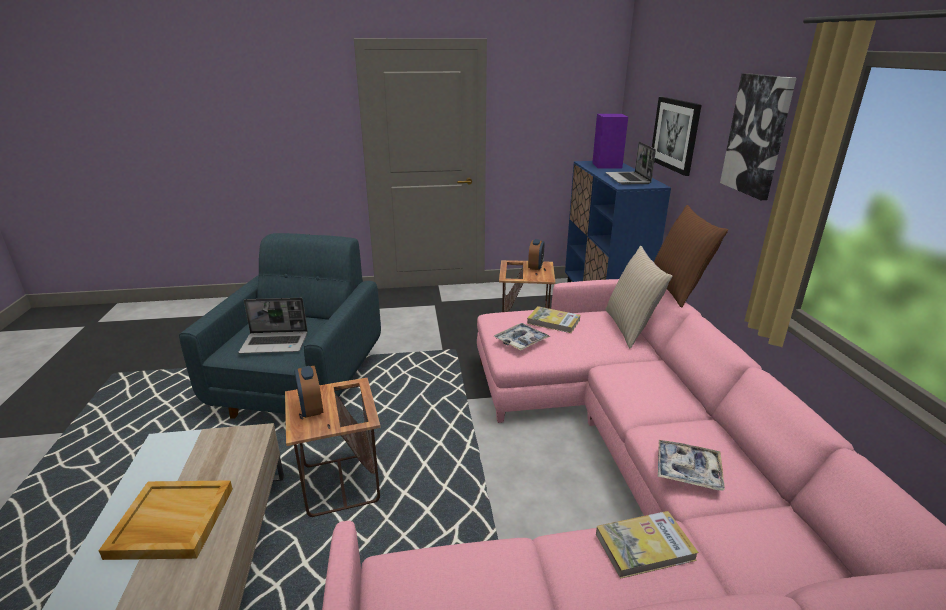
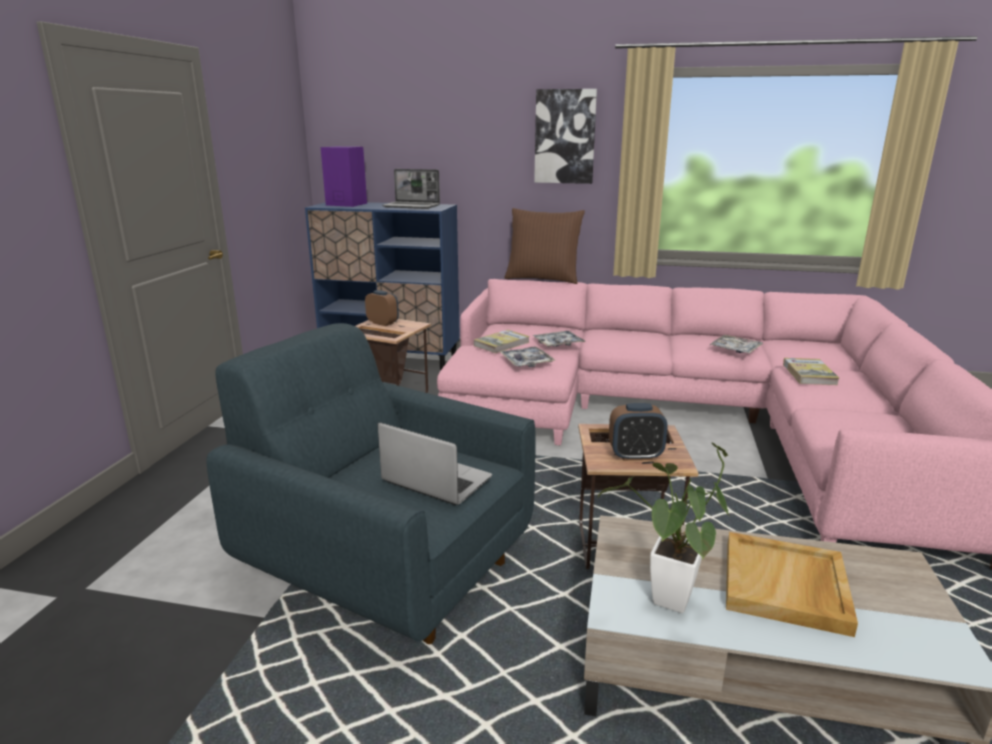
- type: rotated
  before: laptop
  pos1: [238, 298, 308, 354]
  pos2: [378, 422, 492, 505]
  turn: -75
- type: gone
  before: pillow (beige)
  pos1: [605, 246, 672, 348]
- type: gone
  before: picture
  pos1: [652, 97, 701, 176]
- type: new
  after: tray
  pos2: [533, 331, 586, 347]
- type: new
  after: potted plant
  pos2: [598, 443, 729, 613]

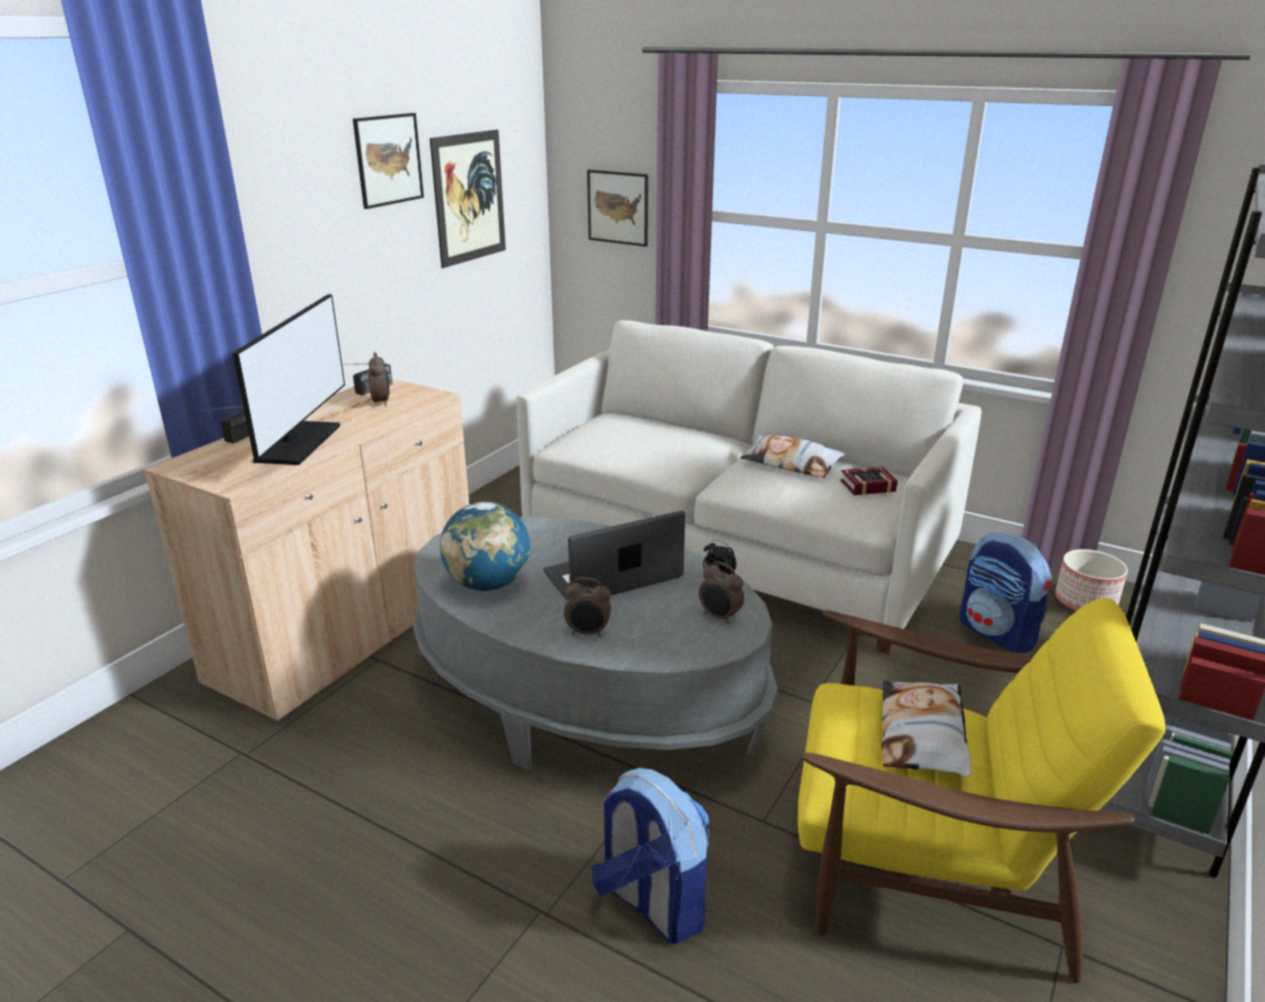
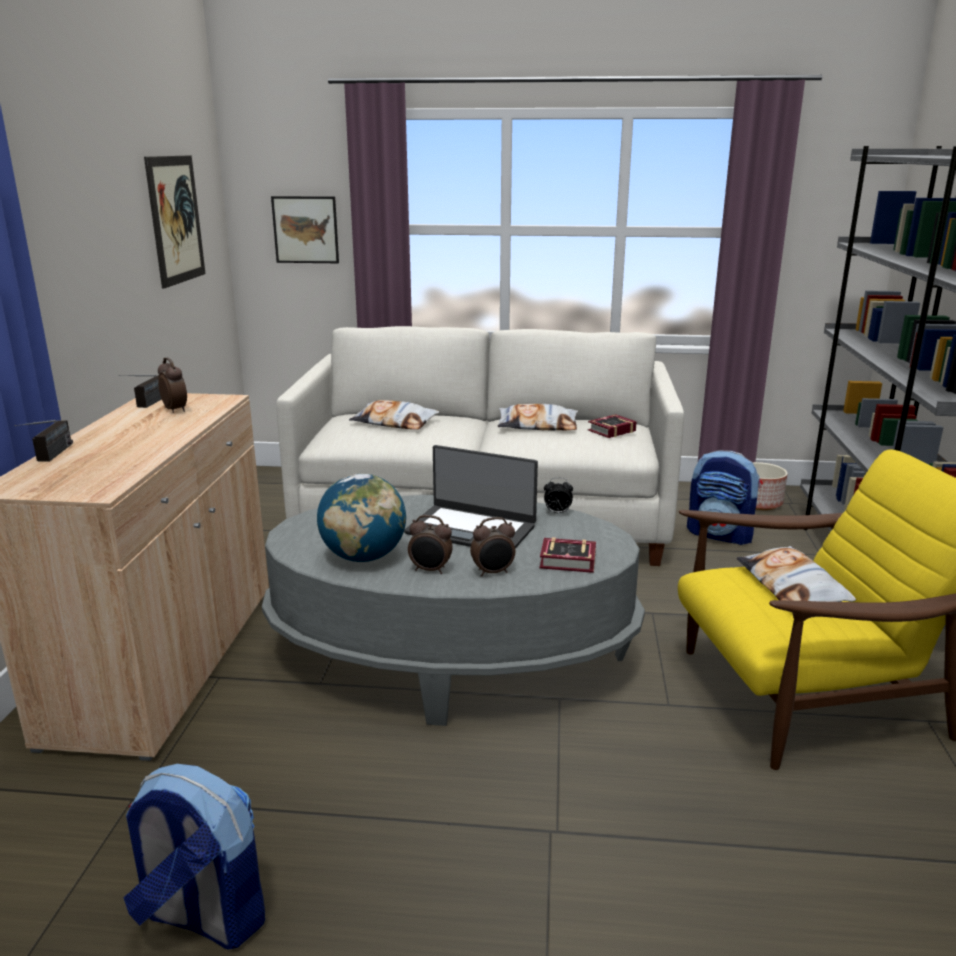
- type: gone
  before: monitor
  pos1: [233, 294, 345, 465]
- type: gone
  before: picture
  pos1: [353, 113, 424, 209]
- type: rotated
  before: laptop
  pos1: [543, 510, 685, 601]
  pos2: [404, 445, 538, 548]
  turn: -105
- type: shifted
  before: backpack
  pos1: [591, 768, 709, 944]
  pos2: [124, 764, 265, 949]
- type: shifted
  before: alarm clock
  pos1: [699, 561, 744, 624]
  pos2: [408, 515, 453, 574]
- type: new
  after: pillow
  pos2: [349, 400, 440, 430]
- type: new
  after: book
  pos2: [540, 537, 596, 573]

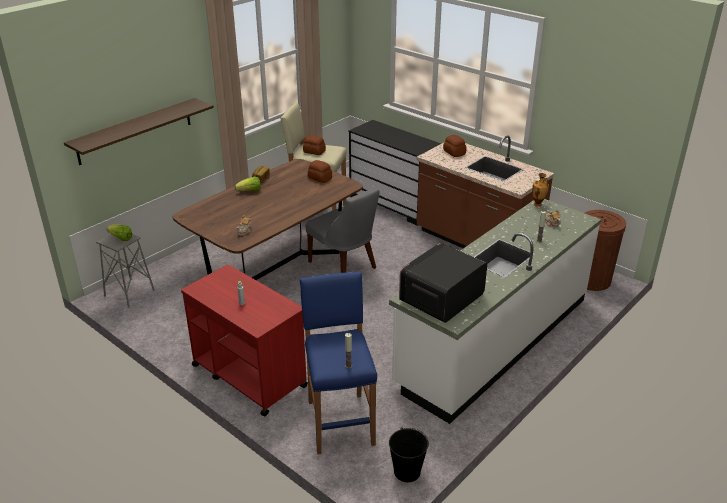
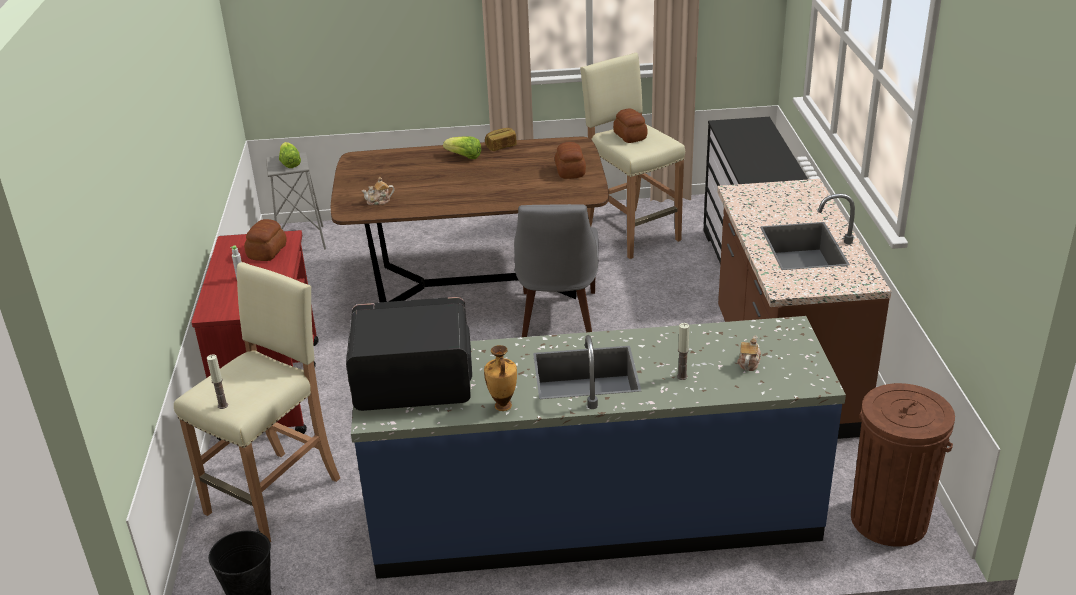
- type: gone
  before: shelf
  pos1: [64, 98, 214, 165]
- type: repainted
  before: stool (blue)
  after: stool (beige)
  pos1: [300, 271, 377, 454]
  pos2: [174, 262, 340, 542]
- type: repainted
  before: counter (white)
  after: counter (blue)
  pos1: [389, 199, 601, 424]
  pos2: [351, 316, 846, 579]
- type: shifted
  before: bread
  pos1: [443, 135, 466, 157]
  pos2: [244, 219, 287, 261]
- type: shifted
  before: vase
  pos1: [532, 173, 549, 207]
  pos2: [484, 345, 517, 411]

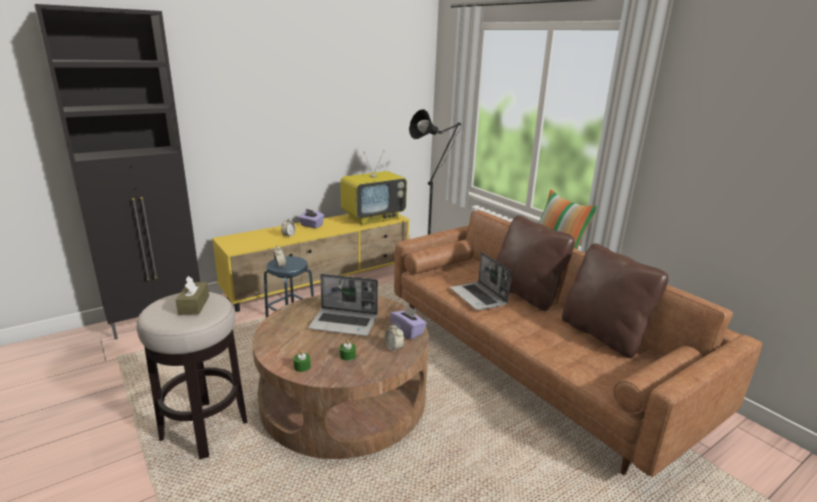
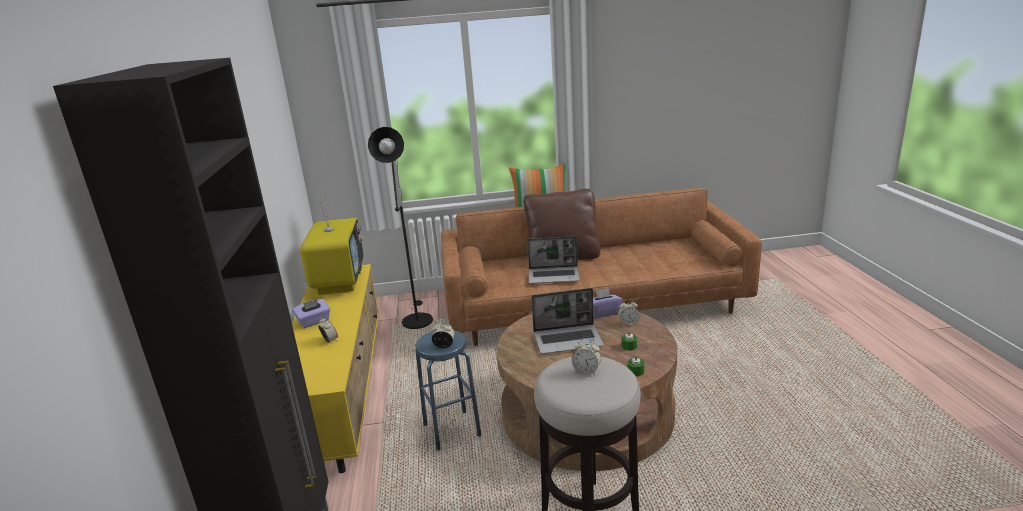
- type: swapped
  before: tissue box (brown)
  after: alarm clock
  pos1: [176, 276, 209, 315]
  pos2: [572, 338, 601, 375]
- type: rotated
  before: laptop
  pos1: [308, 274, 378, 336]
  pos2: [531, 288, 604, 354]
  turn: 45
- type: gone
  before: pillow (brown)
  pos1: [562, 243, 669, 358]

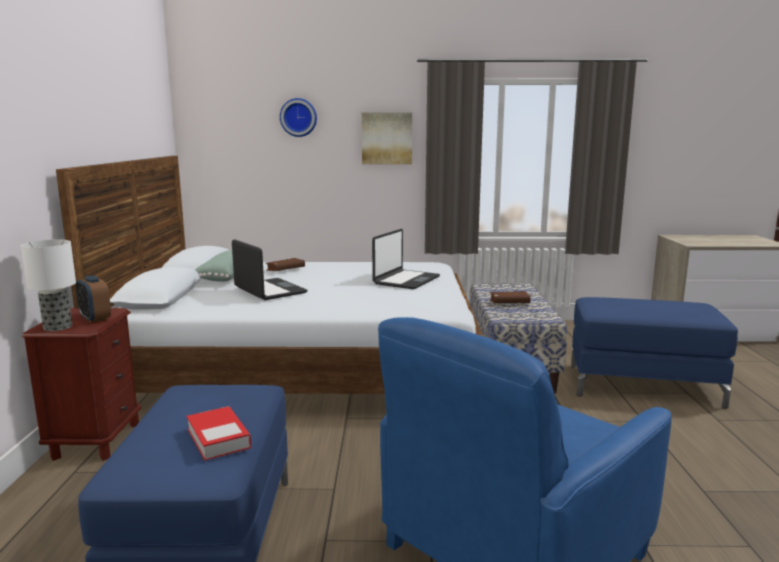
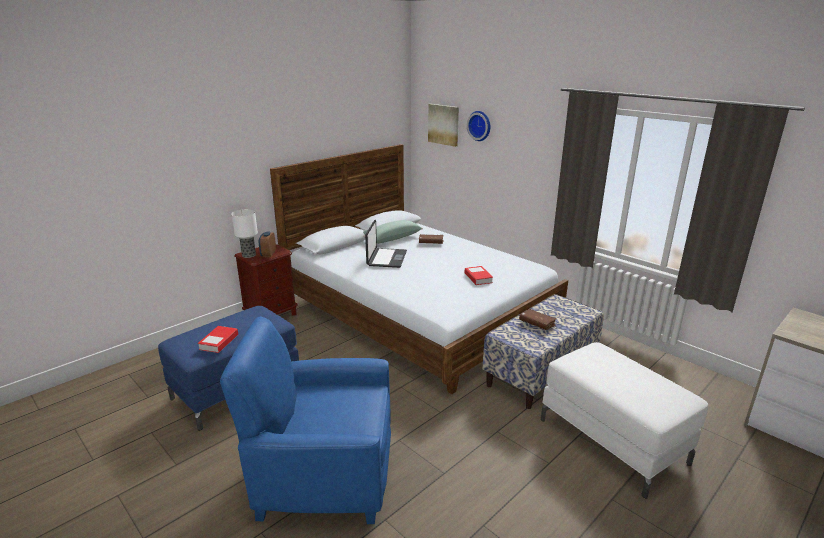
- type: shifted
  before: picture
  pos1: [362, 112, 412, 164]
  pos2: [428, 104, 459, 147]
- type: swapped
  before: laptop
  after: book
  pos1: [372, 229, 440, 289]
  pos2: [465, 266, 493, 285]
- type: repainted
  before: ottoman (blue)
  after: ottoman (white)
  pos1: [571, 297, 738, 408]
  pos2: [541, 342, 708, 498]

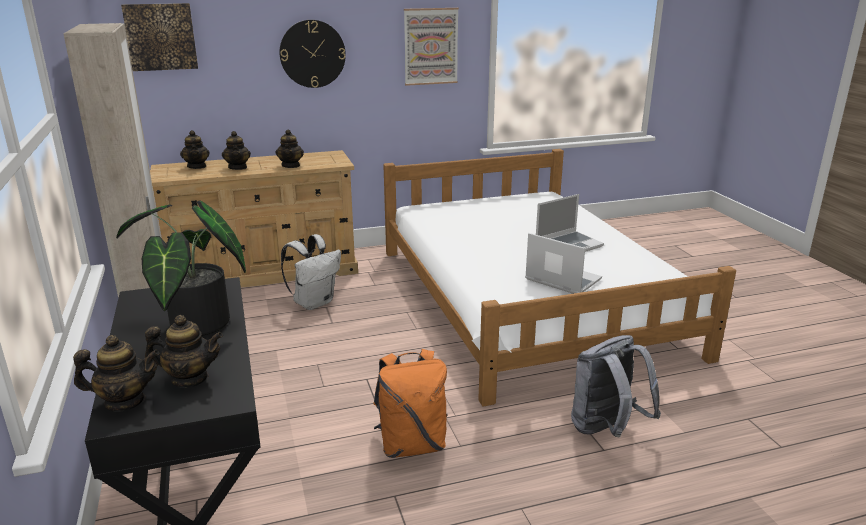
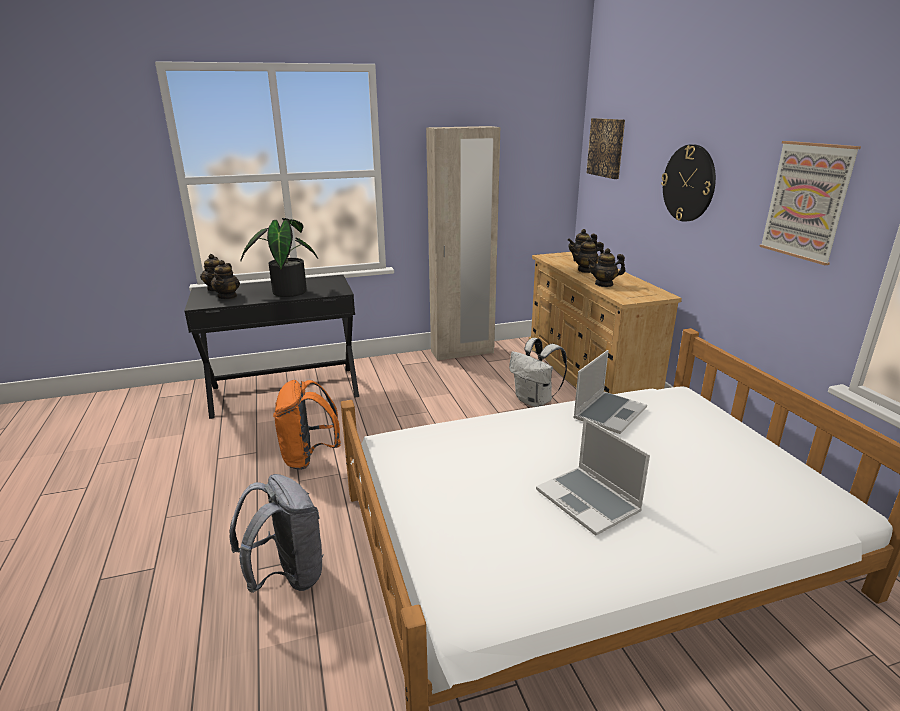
- type: shifted
  before: laptop
  pos1: [525, 233, 602, 294]
  pos2: [573, 350, 647, 434]

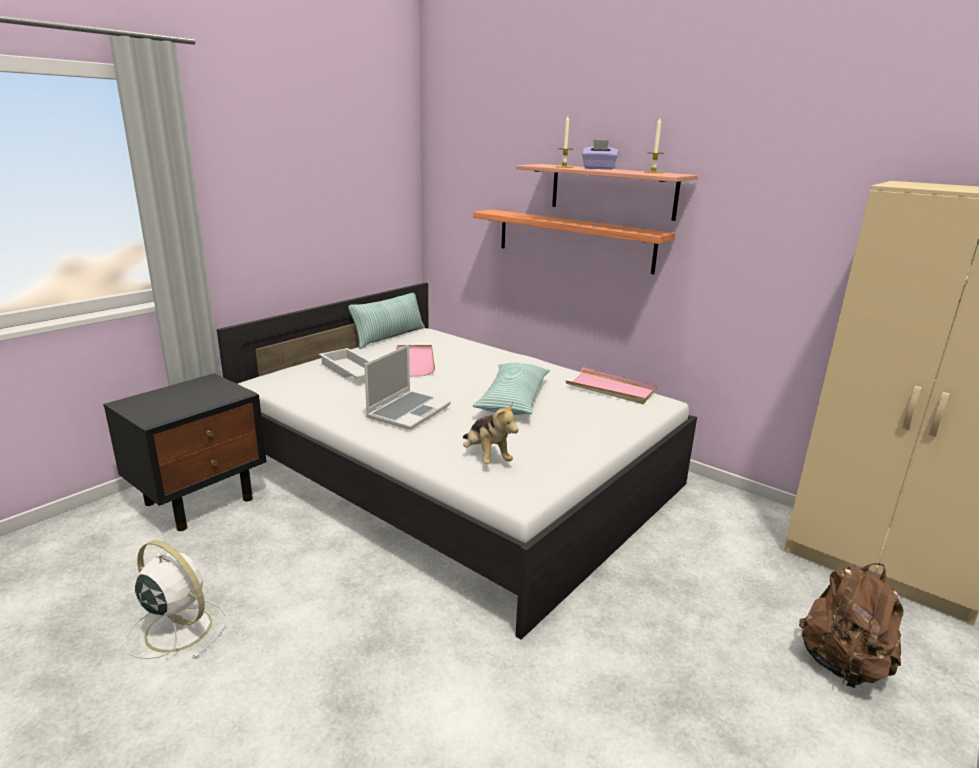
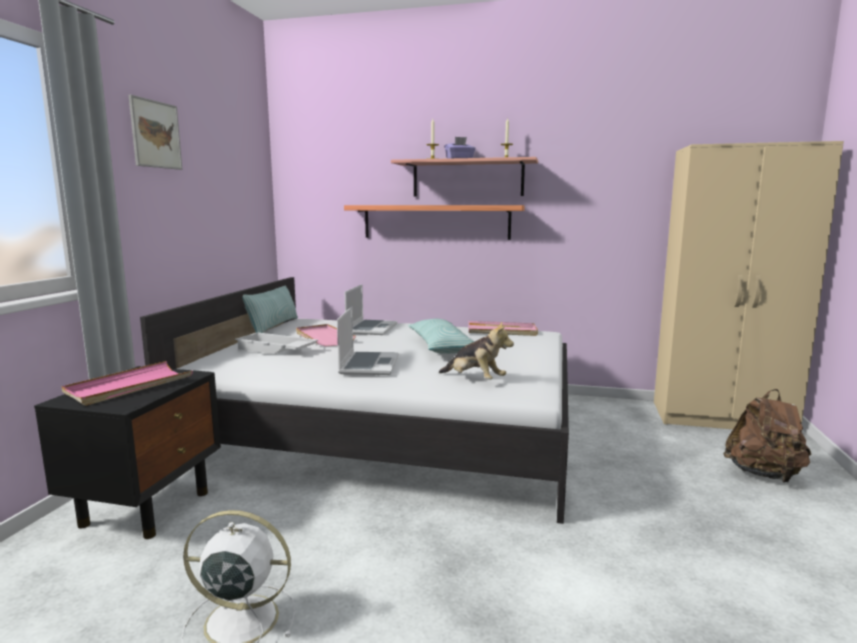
- type: new
  after: tray (pink)
  pos2: [61, 361, 193, 406]
- type: new
  after: picture
  pos2: [128, 95, 183, 170]
- type: new
  after: laptop
  pos2: [345, 284, 397, 335]

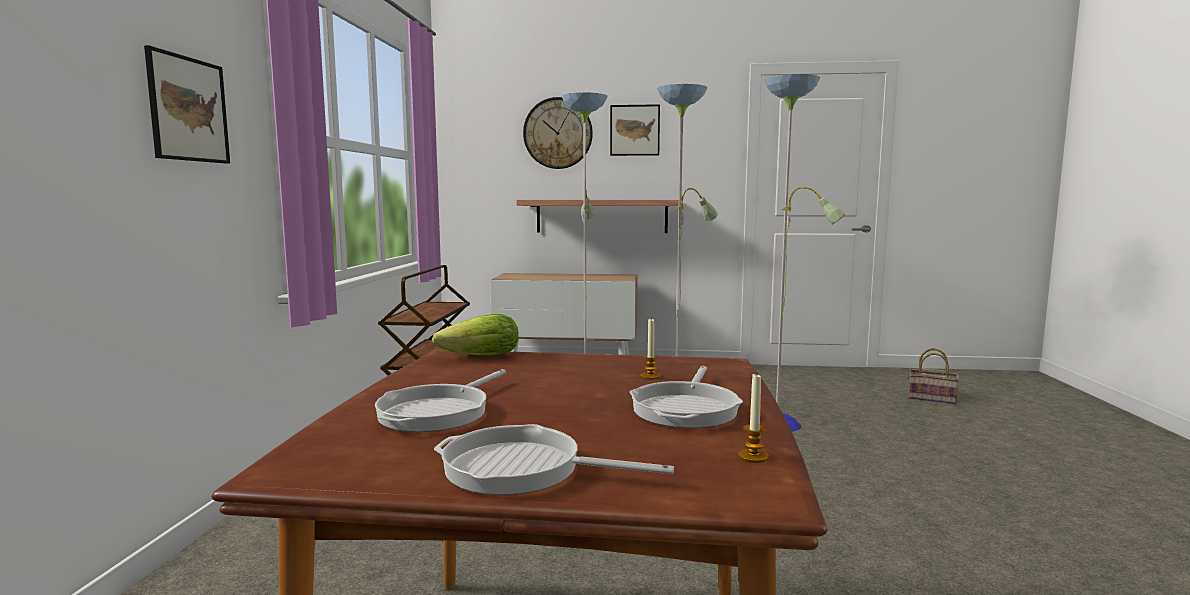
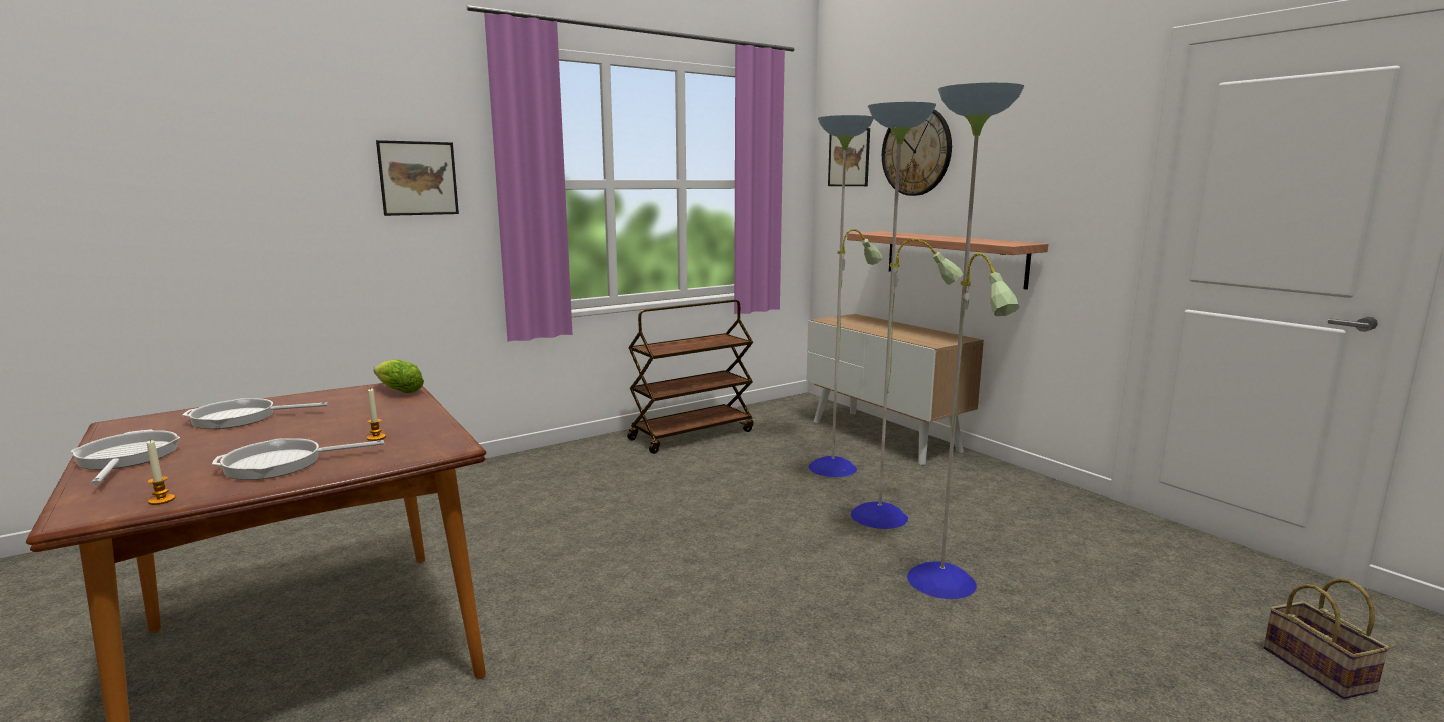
- type: shifted
  before: picture
  pos1: [610, 104, 660, 156]
  pos2: [828, 128, 870, 186]

